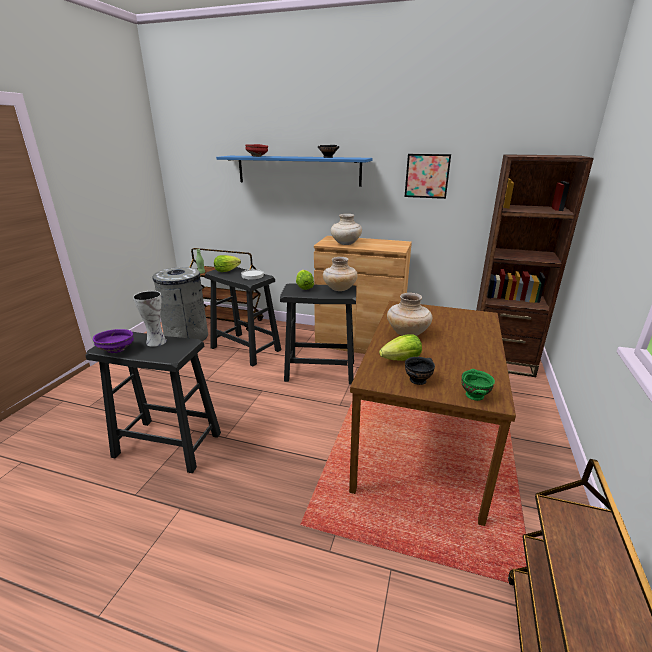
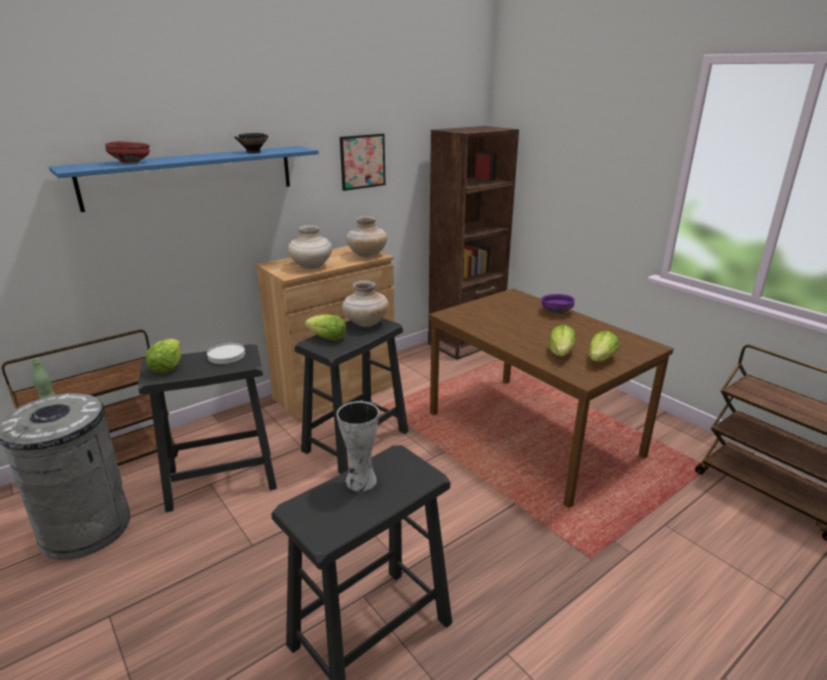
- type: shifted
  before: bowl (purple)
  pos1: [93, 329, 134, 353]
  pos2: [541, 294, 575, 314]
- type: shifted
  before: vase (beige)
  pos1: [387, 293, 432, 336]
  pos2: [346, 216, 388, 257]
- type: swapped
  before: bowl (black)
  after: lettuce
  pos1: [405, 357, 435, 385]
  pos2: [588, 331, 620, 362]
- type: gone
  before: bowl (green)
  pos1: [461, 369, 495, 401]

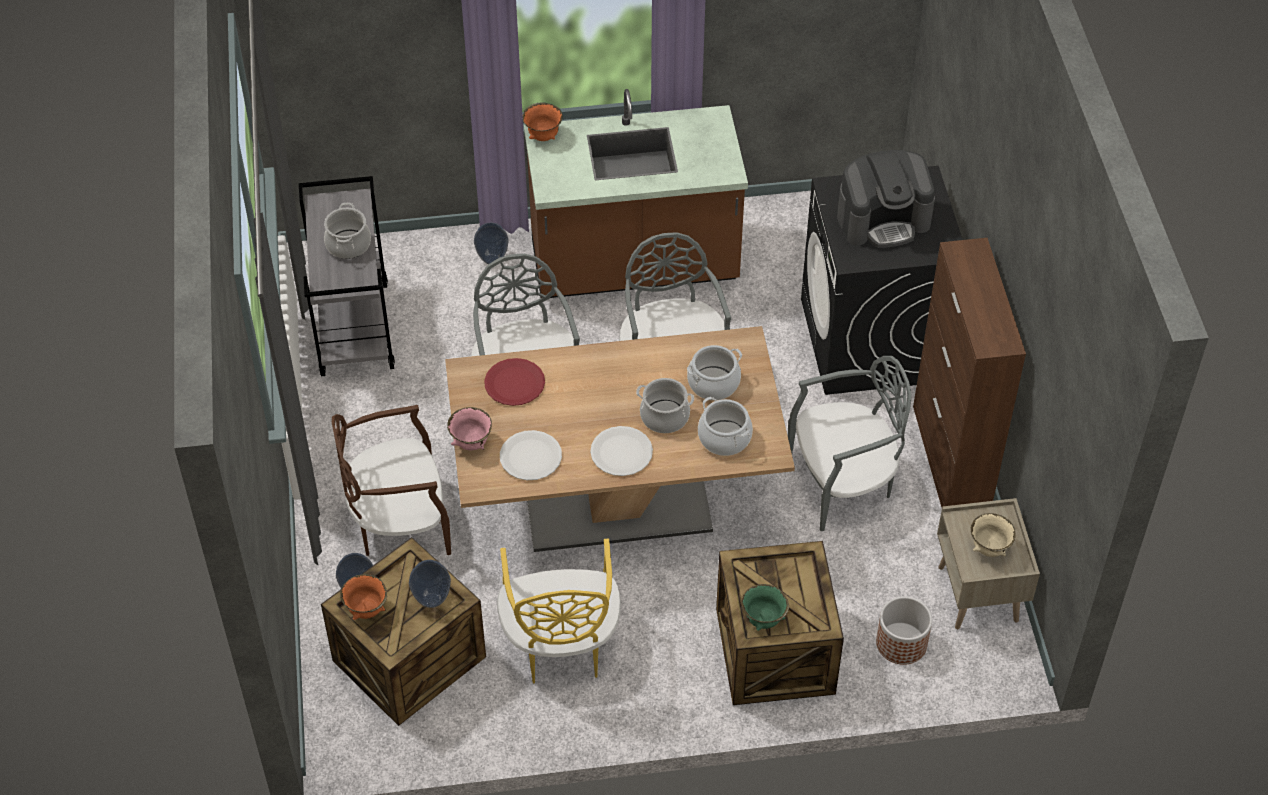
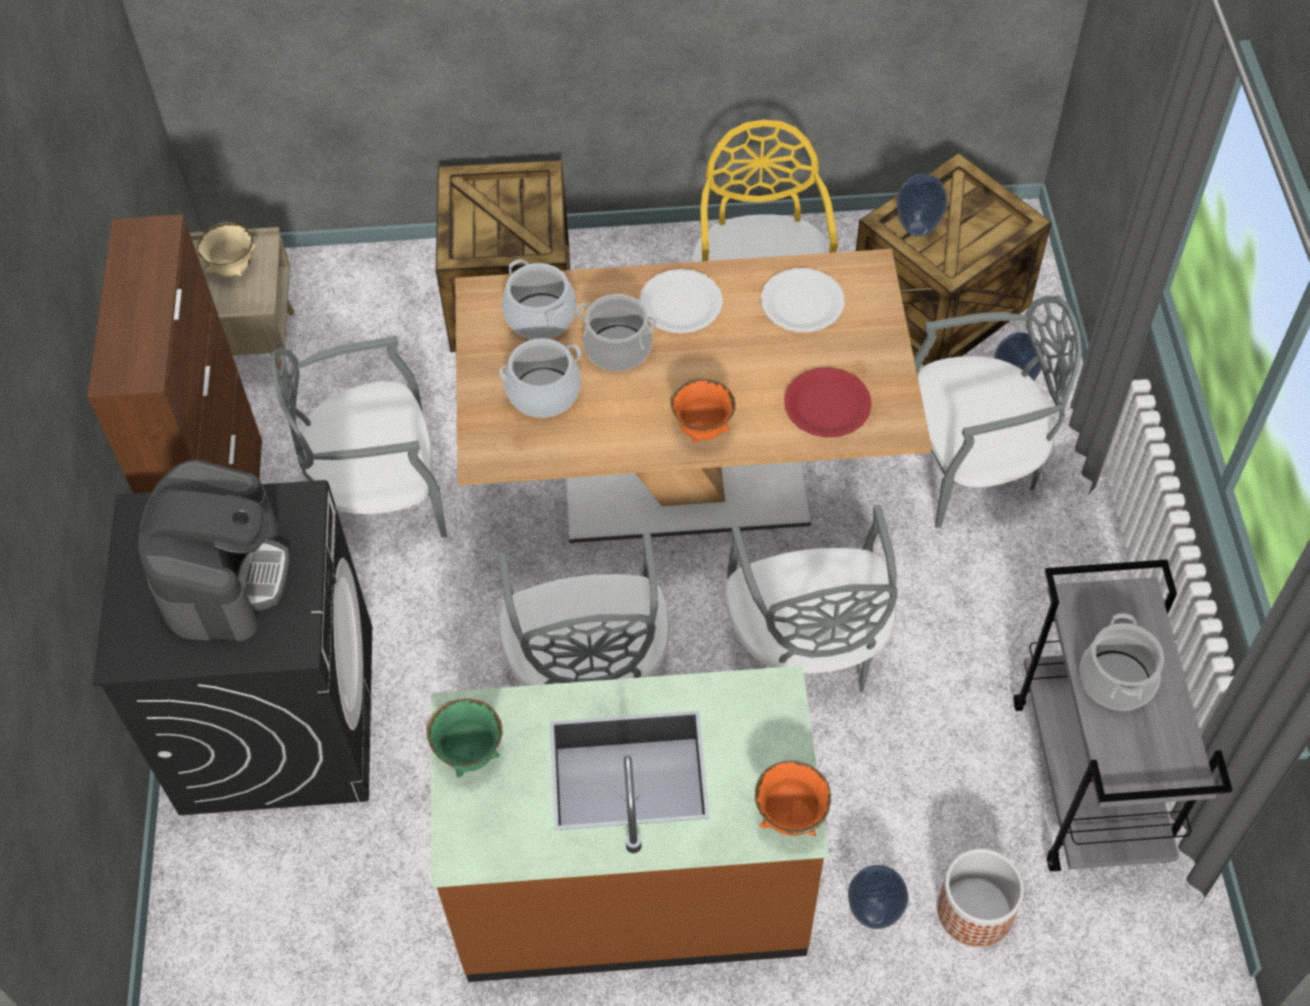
- type: repainted
  before: chair (brown)
  after: chair (grey)
  pos1: [332, 405, 451, 556]
  pos2: [914, 296, 1082, 528]
- type: shifted
  before: bowl (orange)
  pos1: [340, 574, 387, 620]
  pos2: [670, 379, 736, 443]
- type: gone
  before: bowl (pink)
  pos1: [447, 407, 492, 450]
- type: shifted
  before: bowl (green)
  pos1: [741, 584, 789, 631]
  pos2: [427, 699, 503, 778]
- type: rotated
  before: coffee machine
  pos1: [837, 150, 935, 248]
  pos2: [138, 459, 290, 641]
  turn: 105
- type: shifted
  before: planter
  pos1: [876, 596, 932, 665]
  pos2: [937, 849, 1024, 947]

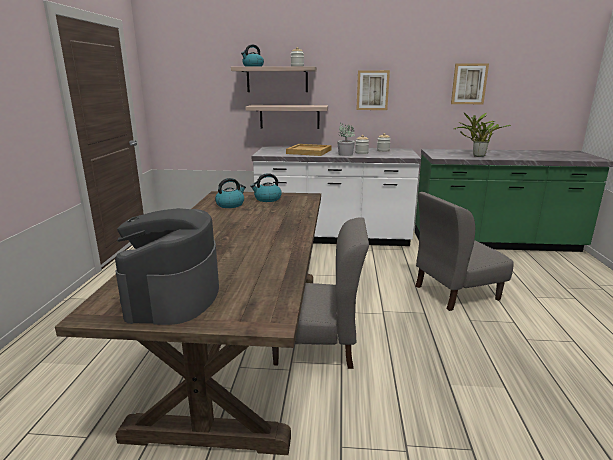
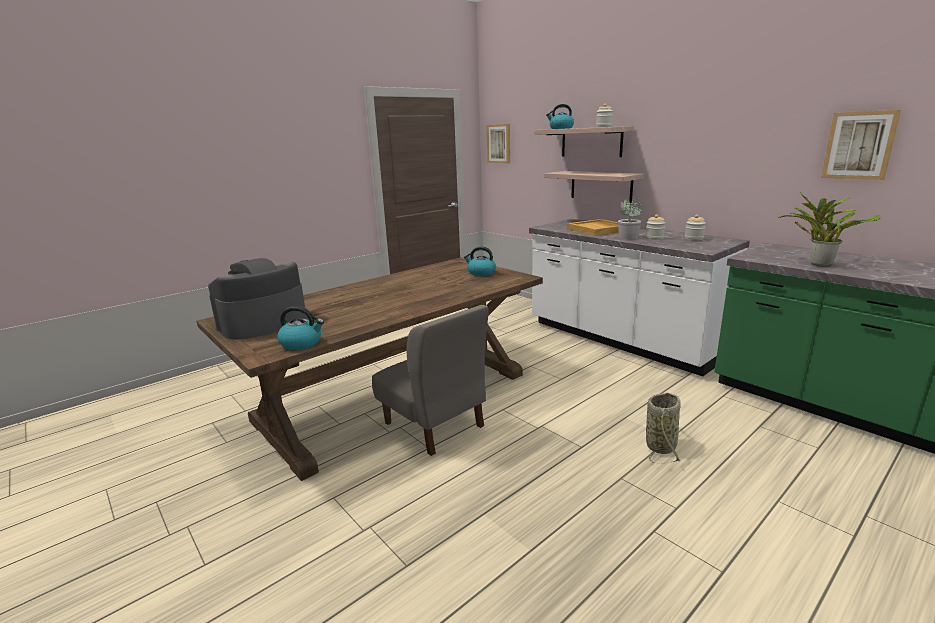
- type: shifted
  before: kettle
  pos1: [215, 178, 246, 208]
  pos2: [277, 306, 324, 350]
- type: shifted
  before: picture
  pos1: [356, 70, 390, 110]
  pos2: [487, 124, 510, 163]
- type: swapped
  before: chair (grey)
  after: basket
  pos1: [416, 192, 514, 311]
  pos2: [646, 393, 681, 464]

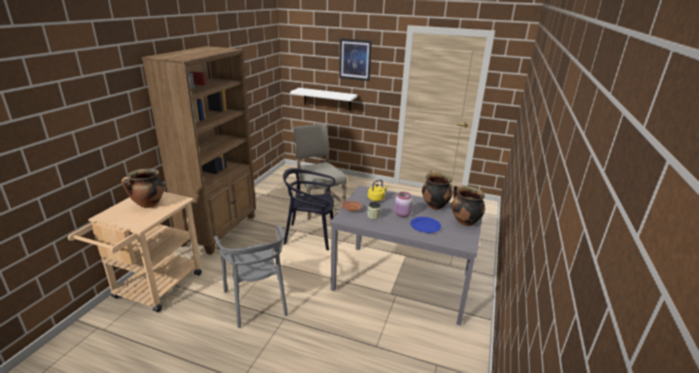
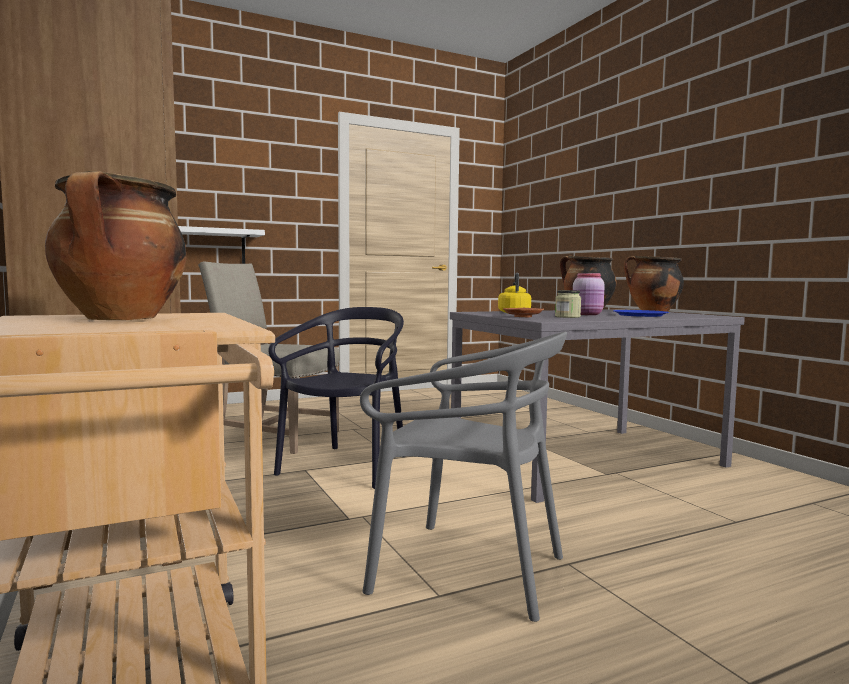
- type: rotated
  before: chair (black)
  pos1: [283, 168, 335, 250]
  pos2: [269, 307, 404, 489]
  turn: 150
- type: gone
  before: picture
  pos1: [339, 38, 372, 81]

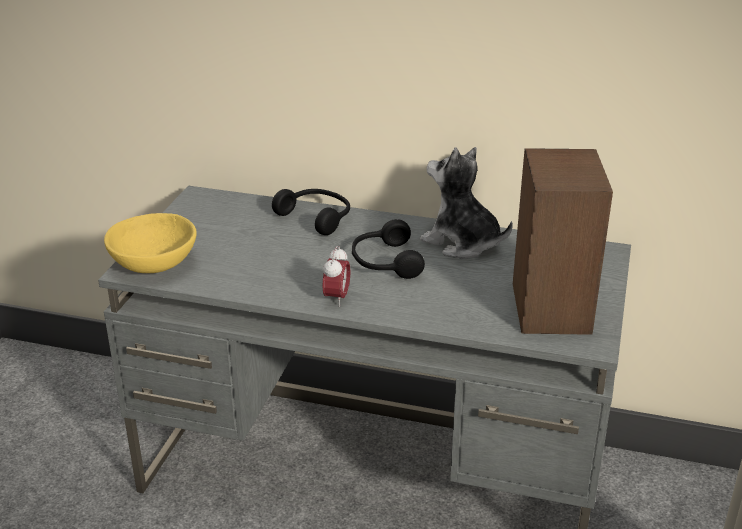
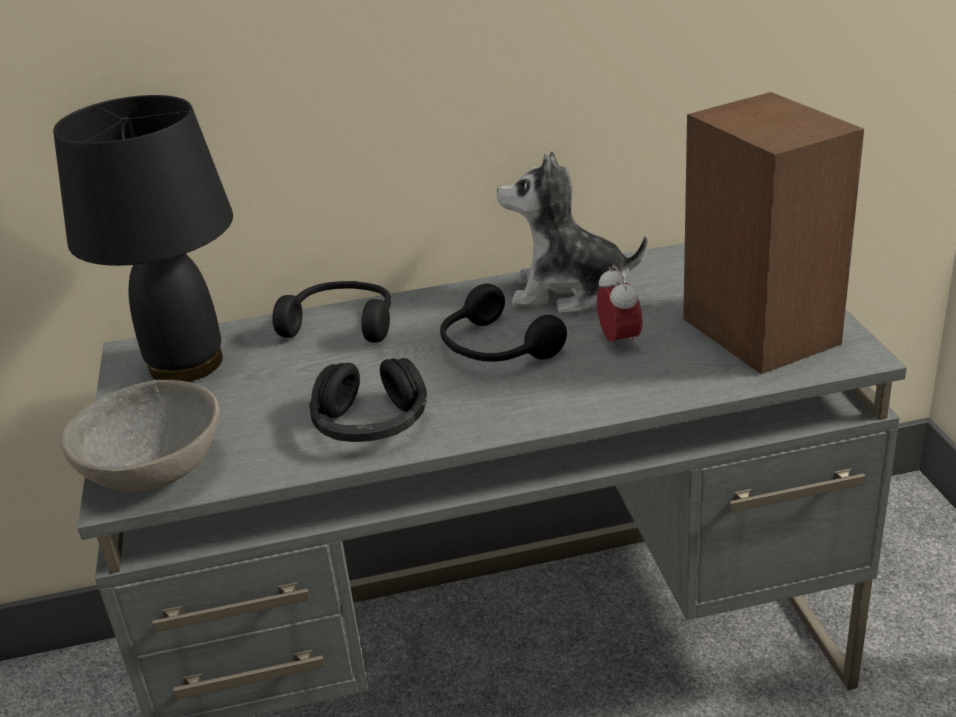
- type: repainted
  before: bowl (yellow)
  after: bowl (grey)
  pos1: [104, 213, 197, 273]
  pos2: [61, 380, 219, 492]
- type: shifted
  before: alarm clock
  pos1: [323, 246, 351, 307]
  pos2: [597, 265, 642, 350]
- type: new
  after: table lamp (black)
  pos2: [53, 95, 233, 382]
- type: new
  after: headphones (black)
  pos2: [309, 358, 427, 442]

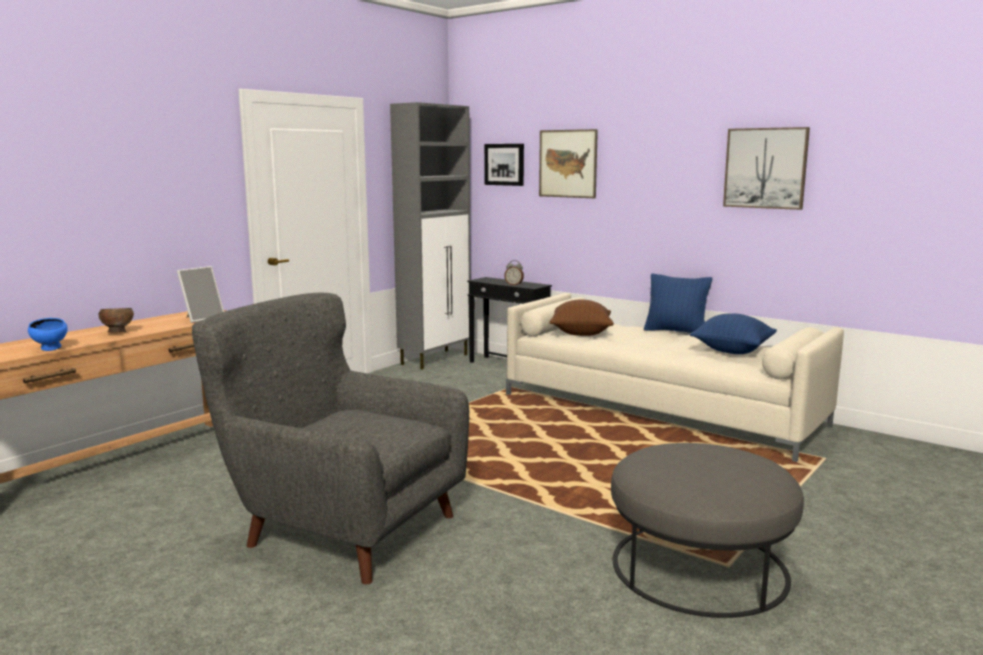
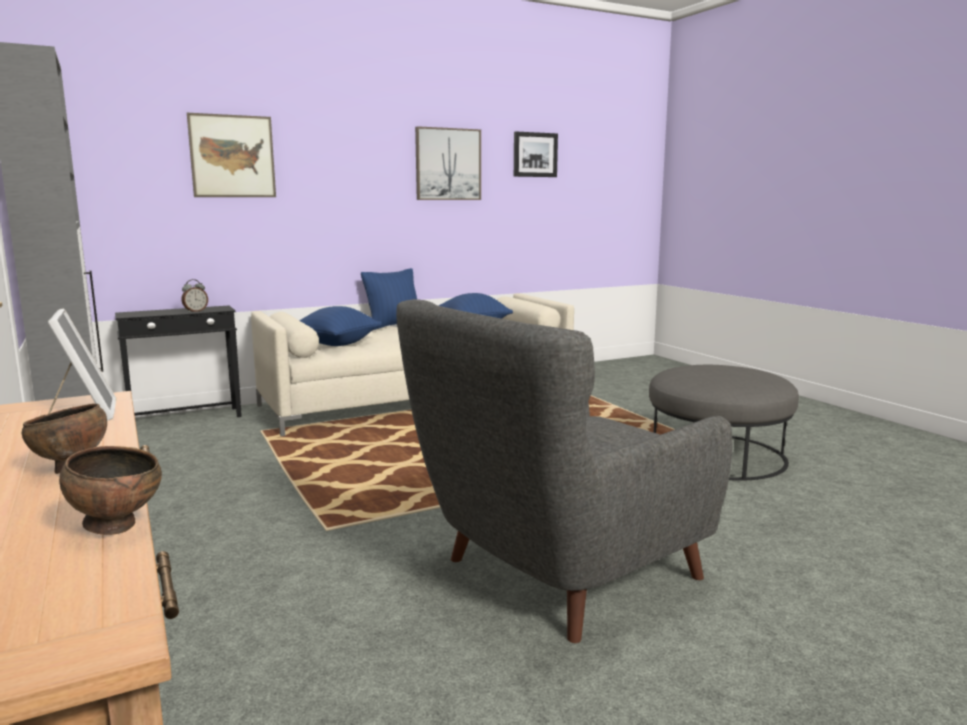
- type: repainted
  before: bowl (blue)
  after: bowl (brown)
  pos1: [28, 318, 68, 351]
  pos2: [59, 446, 162, 535]
- type: shifted
  before: picture
  pos1: [484, 144, 524, 186]
  pos2: [514, 132, 558, 177]
- type: repainted
  before: pillow (brown)
  after: pillow (blue)
  pos1: [549, 299, 614, 336]
  pos2: [299, 306, 382, 346]

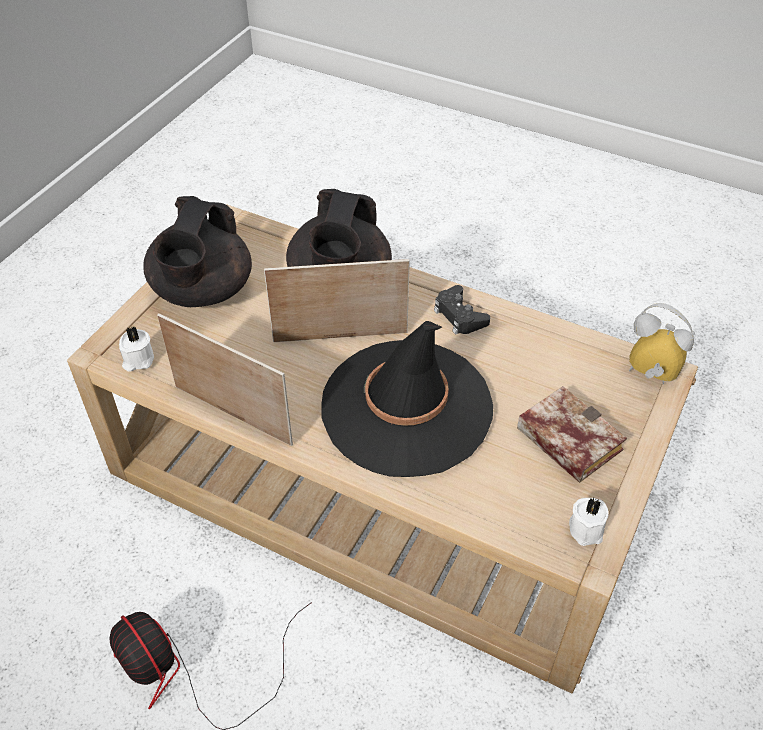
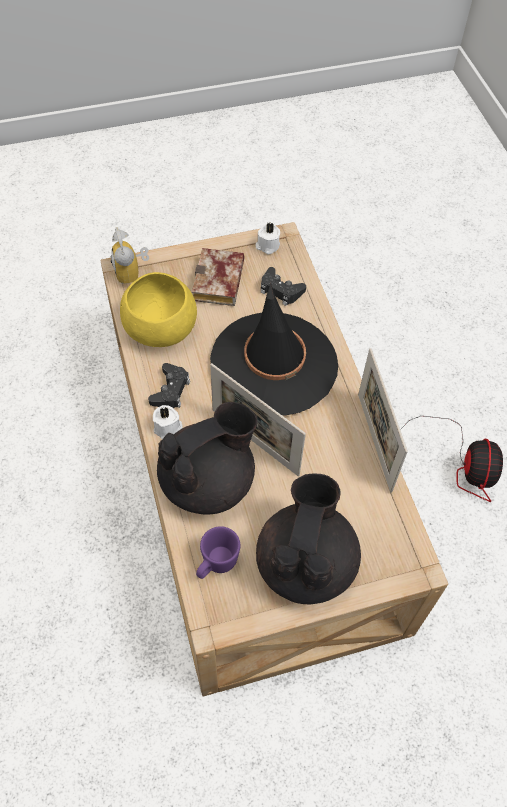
- type: shifted
  before: candle (white)
  pos1: [119, 327, 154, 372]
  pos2: [153, 405, 183, 439]
- type: rotated
  before: teapot (black)
  pos1: [143, 196, 252, 307]
  pos2: [256, 473, 361, 605]
  turn: -45
- type: new
  after: bowl (yellow)
  pos2: [120, 272, 197, 347]
- type: new
  after: mug (purple)
  pos2: [196, 526, 240, 579]
- type: new
  after: game controller (black)
  pos2: [261, 267, 306, 306]

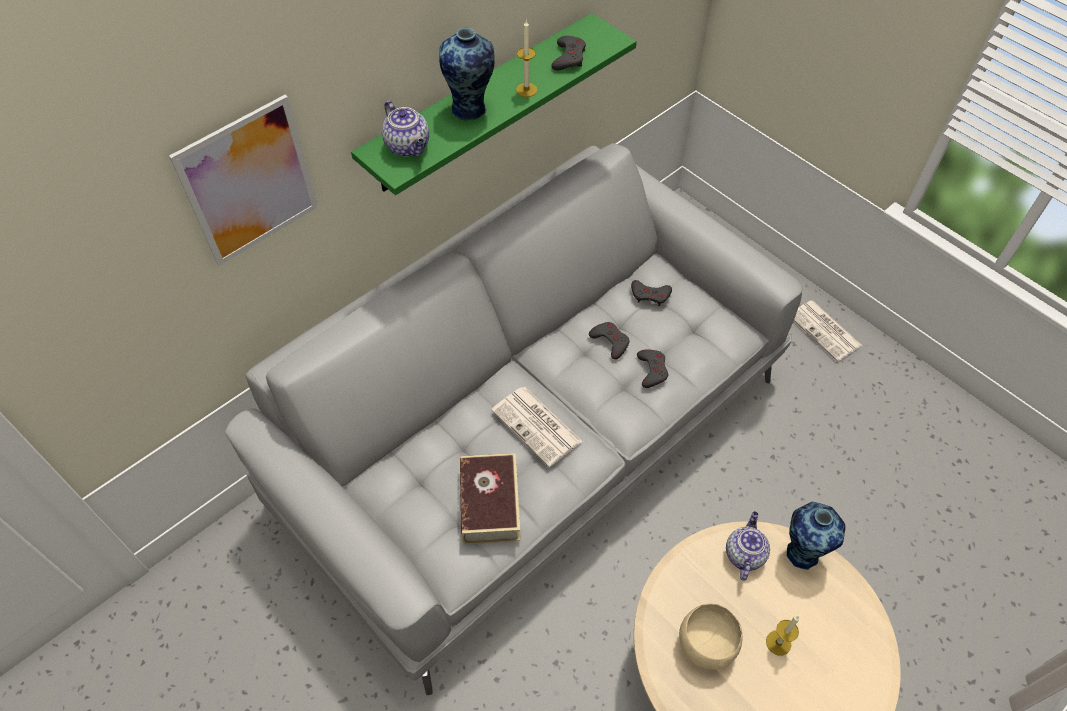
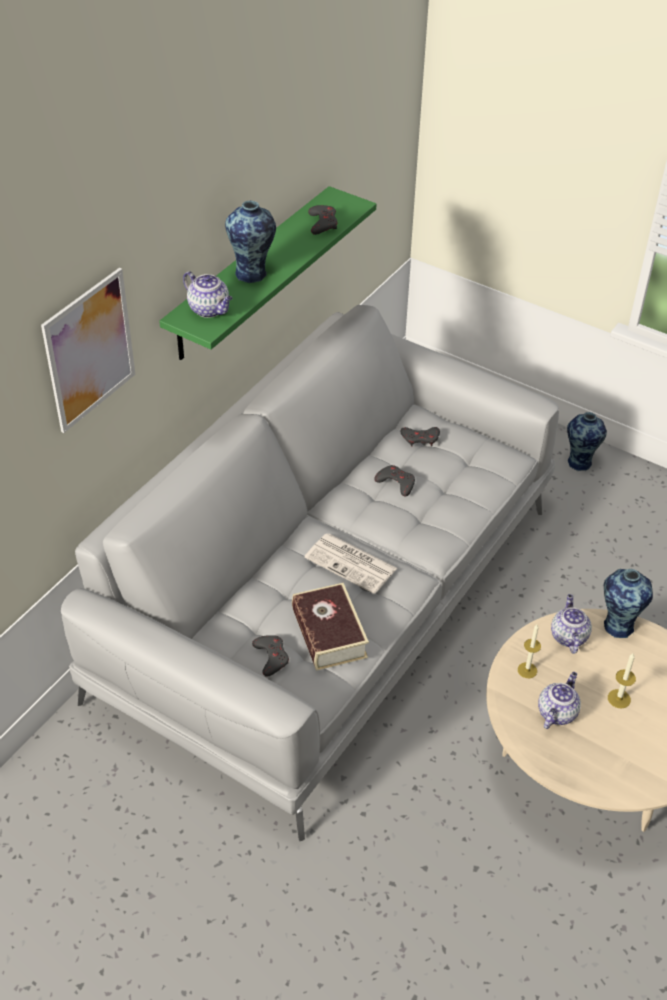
- type: shifted
  before: candle
  pos1: [516, 21, 537, 97]
  pos2: [518, 625, 541, 678]
- type: shifted
  before: game controller (grey)
  pos1: [637, 350, 668, 388]
  pos2: [252, 635, 289, 677]
- type: swapped
  before: bowl (beige)
  after: teapot
  pos1: [679, 603, 742, 670]
  pos2: [538, 672, 581, 729]
- type: swapped
  before: newspaper
  after: vase
  pos1: [794, 300, 863, 362]
  pos2: [567, 412, 607, 471]

